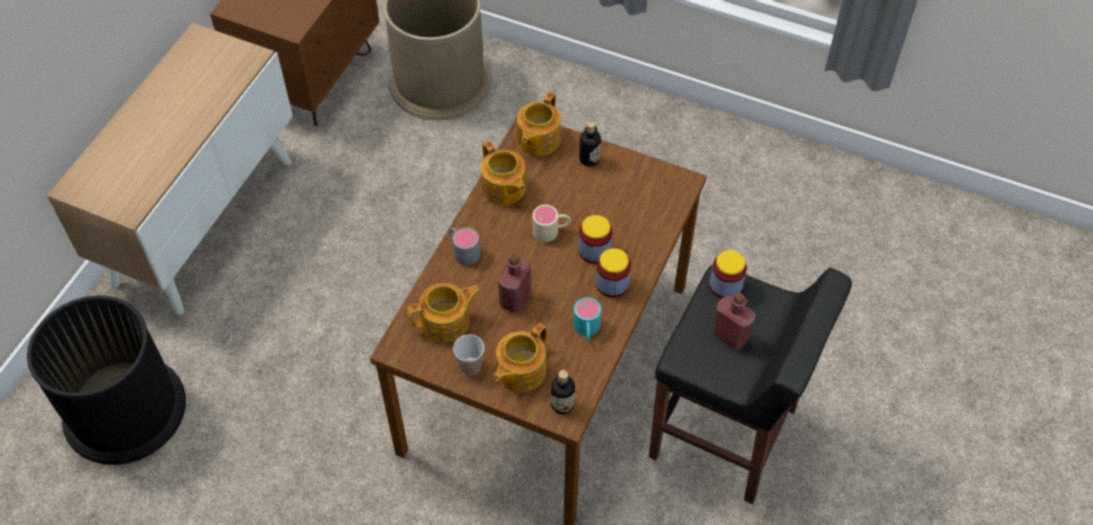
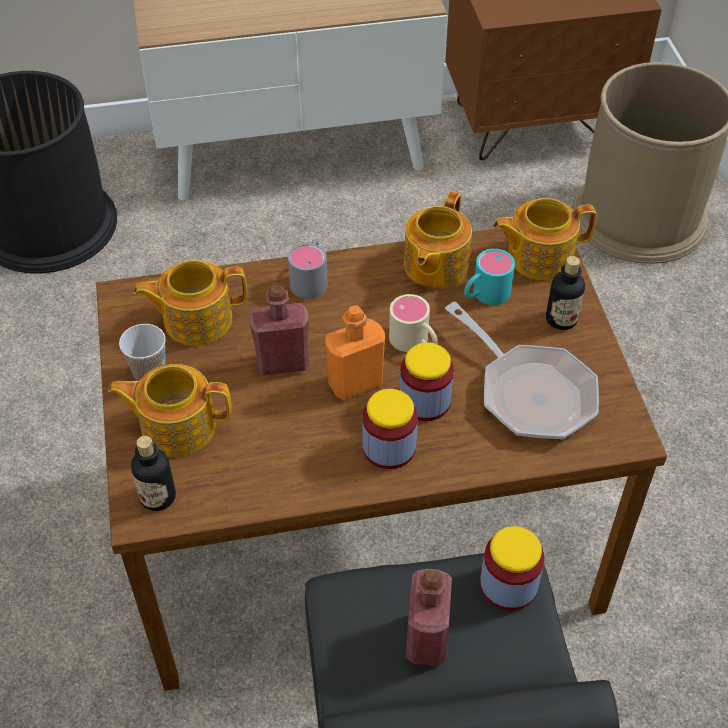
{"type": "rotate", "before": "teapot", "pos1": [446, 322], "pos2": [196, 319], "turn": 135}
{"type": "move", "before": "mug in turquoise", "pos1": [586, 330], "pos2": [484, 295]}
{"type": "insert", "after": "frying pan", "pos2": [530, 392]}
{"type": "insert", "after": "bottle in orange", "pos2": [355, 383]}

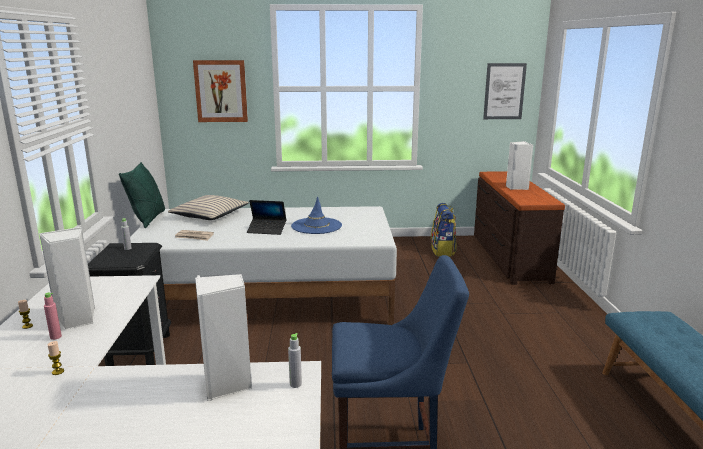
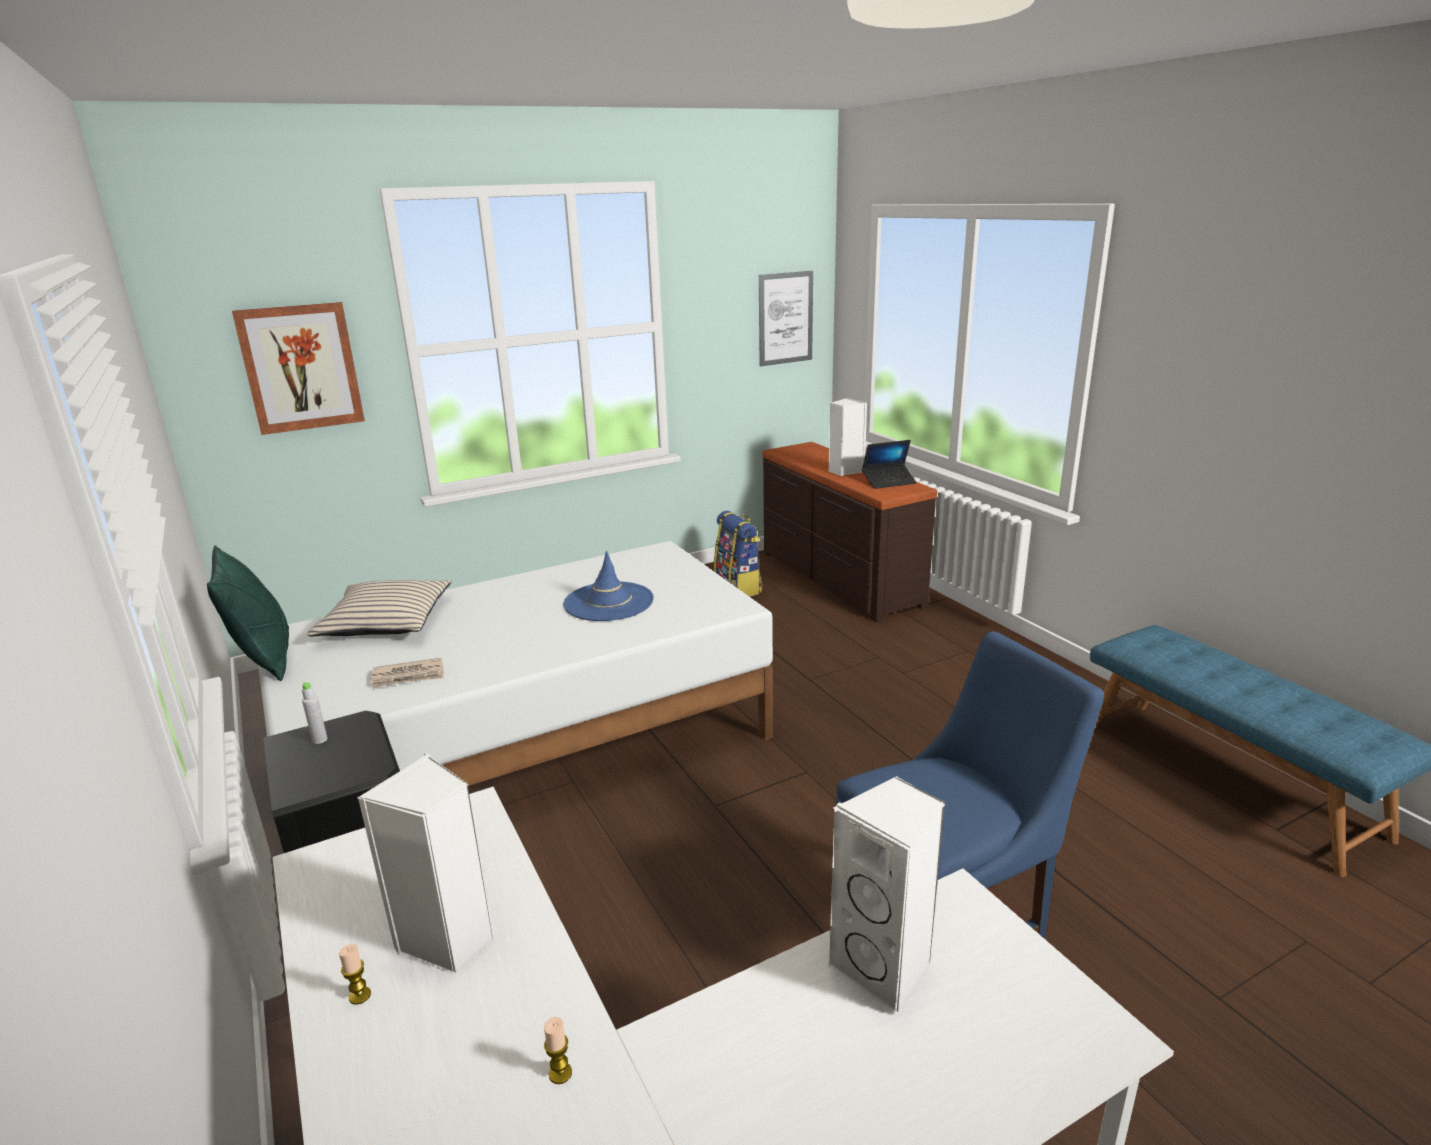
{"type": "move", "before": "laptop", "pos1": [267, 230], "pos2": [889, 482]}
{"type": "delete", "before": "bottle in pink", "pos1": [55, 337]}
{"type": "delete", "before": "bottle in grey", "pos1": [295, 384]}

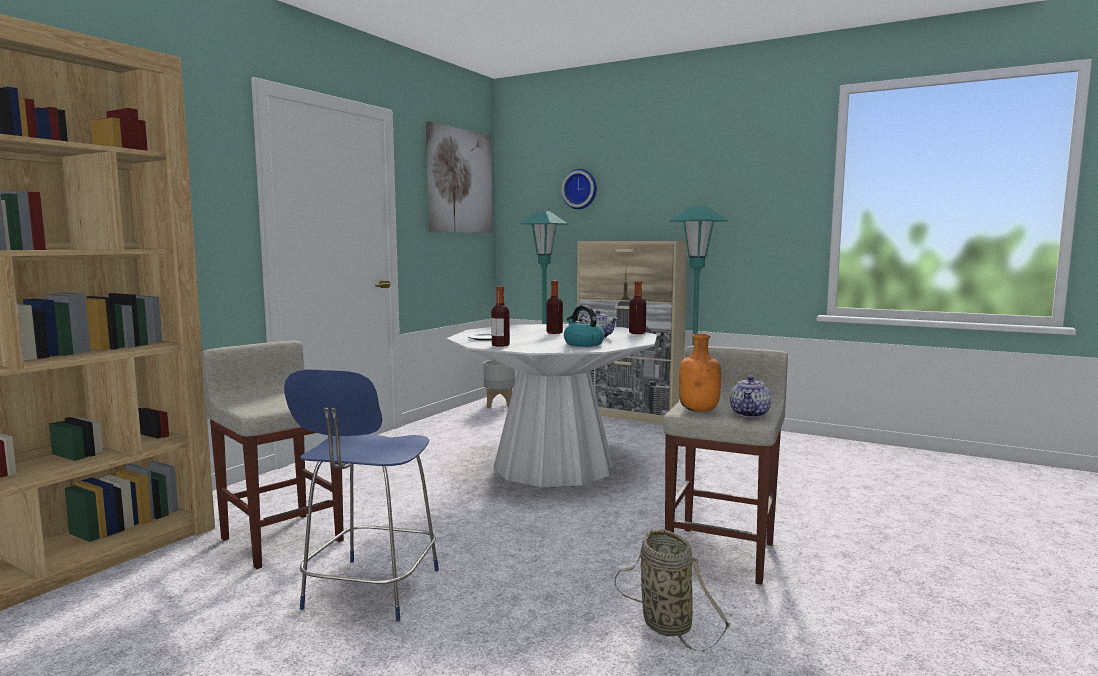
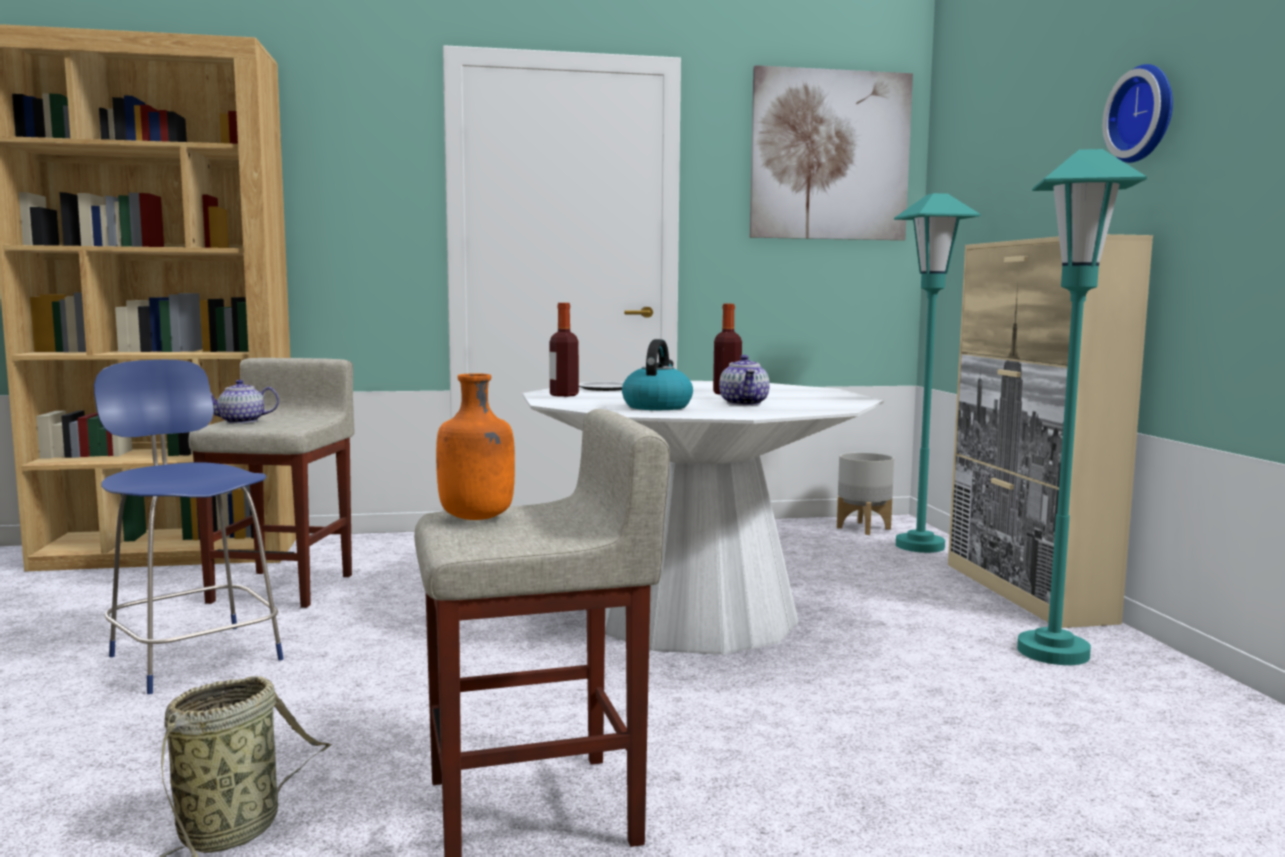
{"type": "move", "before": "wall clock", "pos1": [580, 189], "pos2": [1145, 114]}
{"type": "delete", "before": "bottle", "pos1": [637, 333]}
{"type": "rotate", "before": "chair in blue", "pos1": [370, 591], "pos2": [194, 656], "turn": 75}
{"type": "move", "before": "teapot", "pos1": [750, 414], "pos2": [241, 421]}

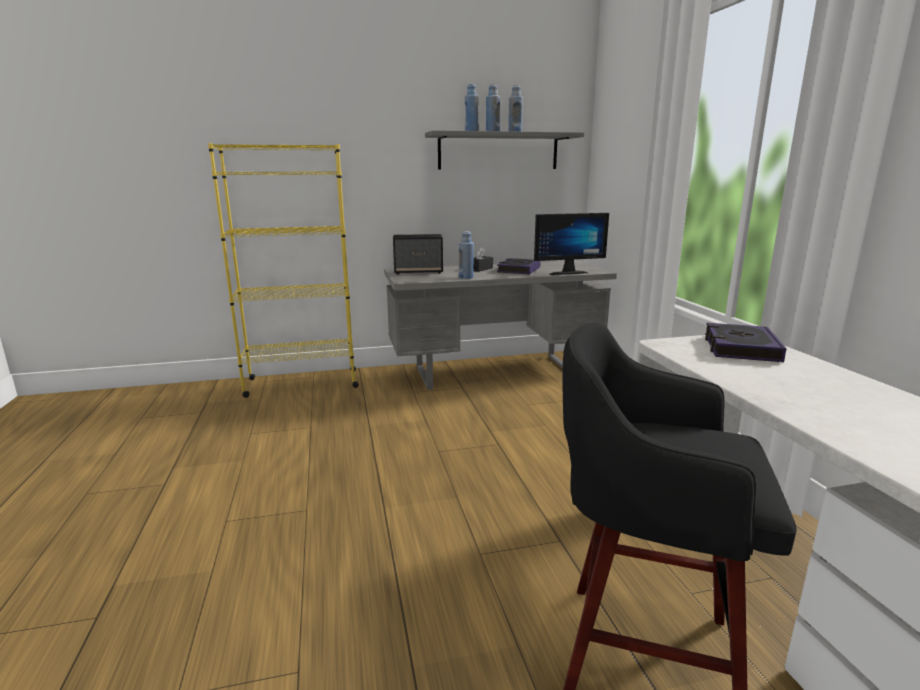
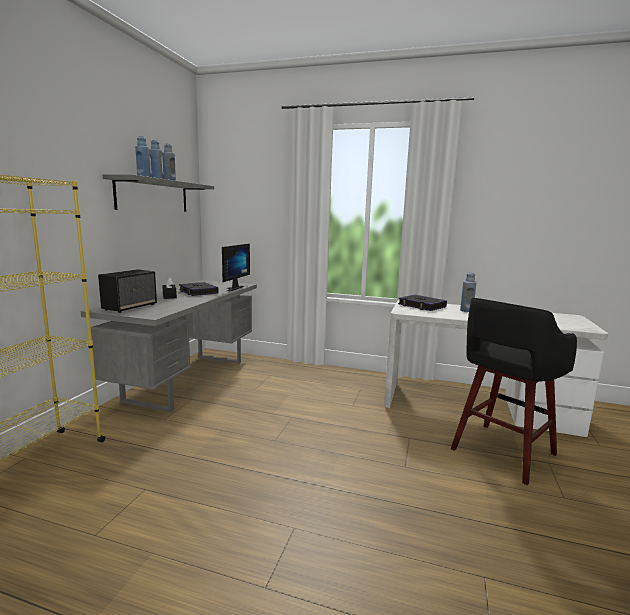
{"type": "move", "before": "bottle in blue", "pos1": [466, 277], "pos2": [466, 311]}

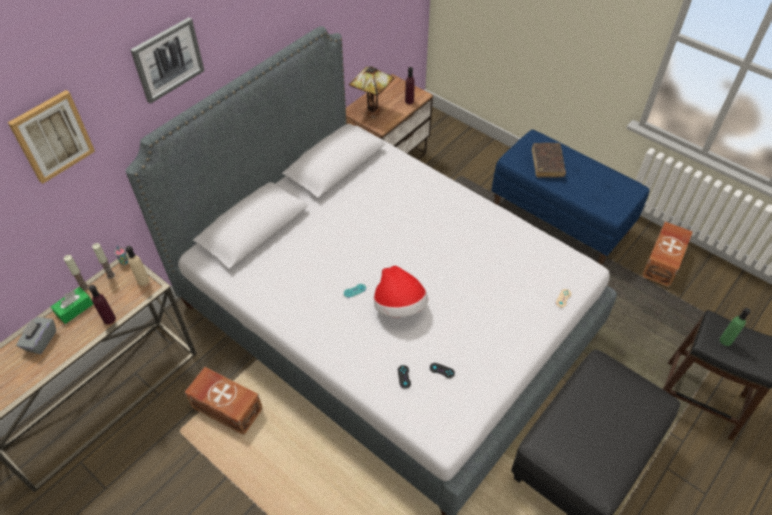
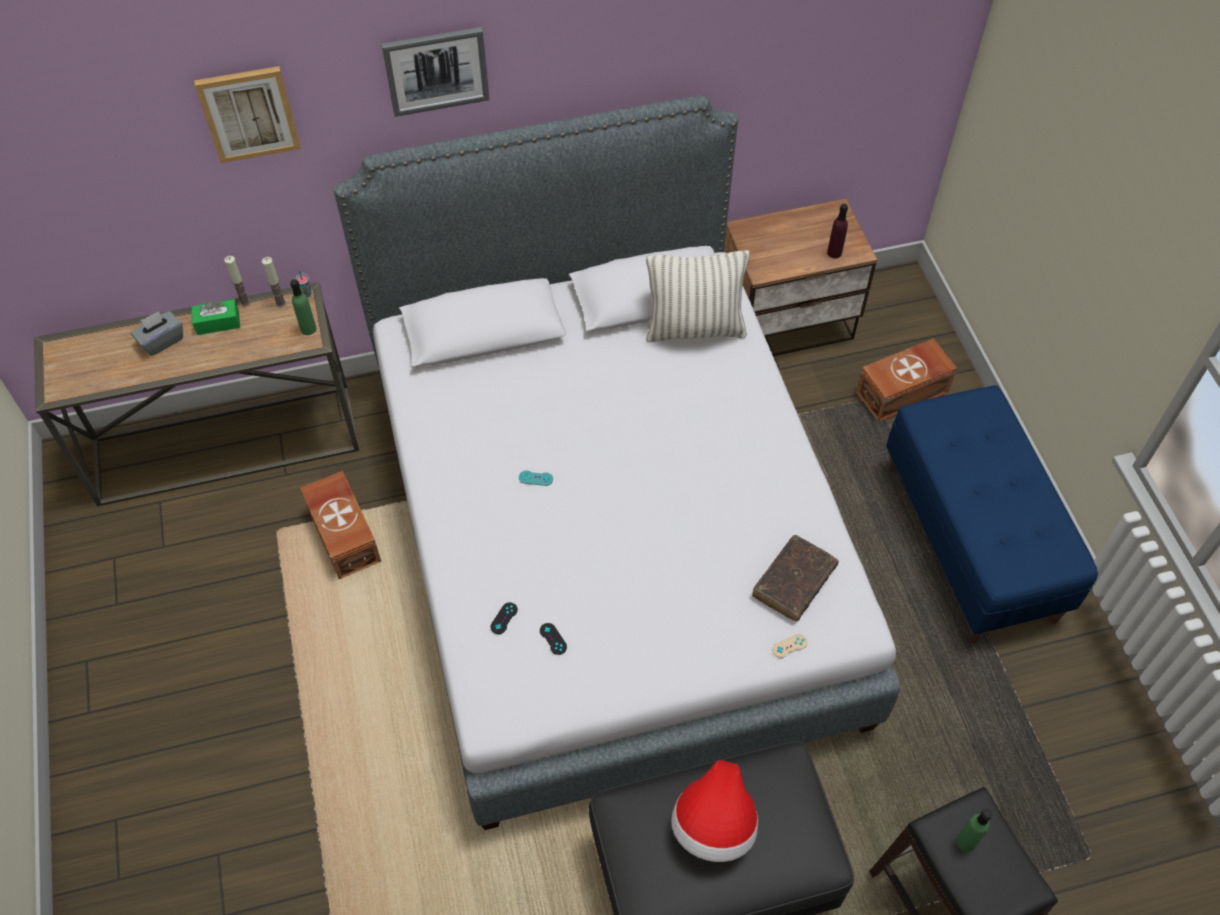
{"type": "delete", "before": "table lamp", "pos1": [371, 111]}
{"type": "move", "before": "book in brown", "pos1": [547, 164], "pos2": [794, 582]}
{"type": "move", "before": "storage box in brown", "pos1": [663, 262], "pos2": [903, 393]}
{"type": "recolor", "before": "bottle in beige", "after": "bottle in green", "pos1": [143, 281], "pos2": [308, 329]}
{"type": "move", "before": "hat", "pos1": [399, 306], "pos2": [714, 825]}
{"type": "delete", "before": "bottle in purple", "pos1": [109, 319]}
{"type": "insert", "after": "pillow", "pos2": [694, 328]}

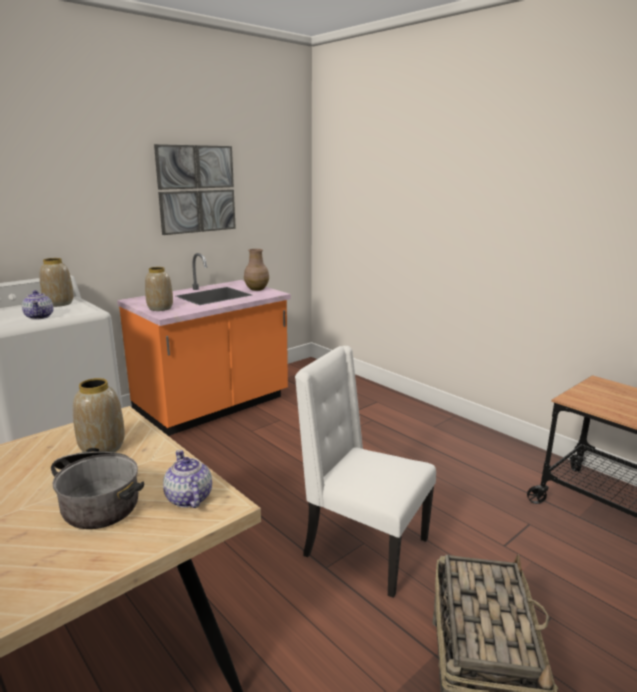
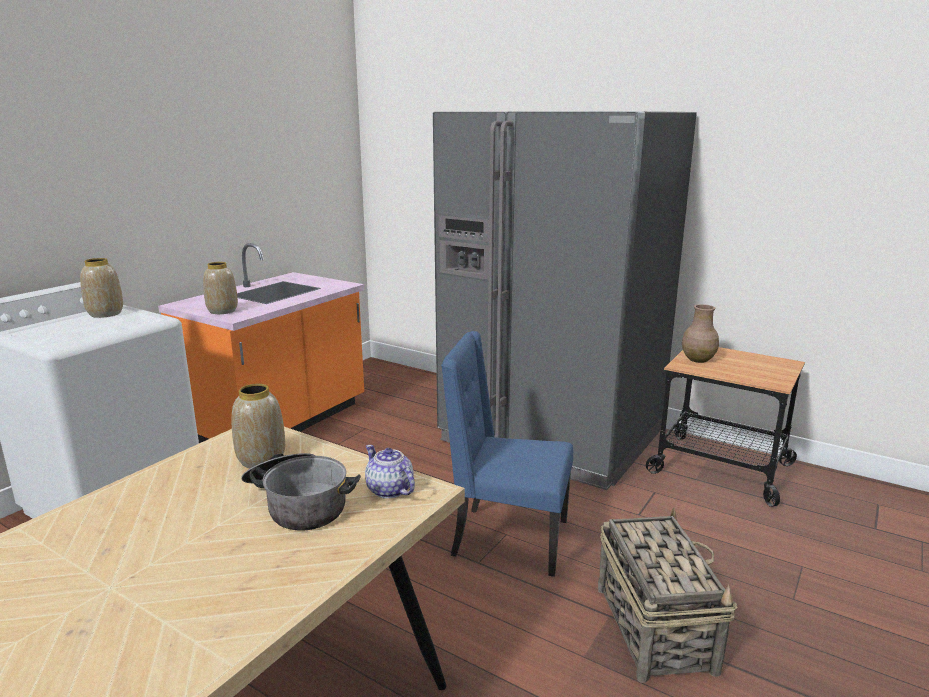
{"type": "delete", "before": "picture", "pos1": [196, 189]}
{"type": "move", "before": "vase in brown", "pos1": [256, 289], "pos2": [697, 359]}
{"type": "delete", "before": "teapot", "pos1": [39, 316]}
{"type": "recolor", "before": "chair in white", "after": "chair in blue", "pos1": [362, 548], "pos2": [507, 539]}
{"type": "insert", "after": "fridge in grey", "pos2": [552, 436]}

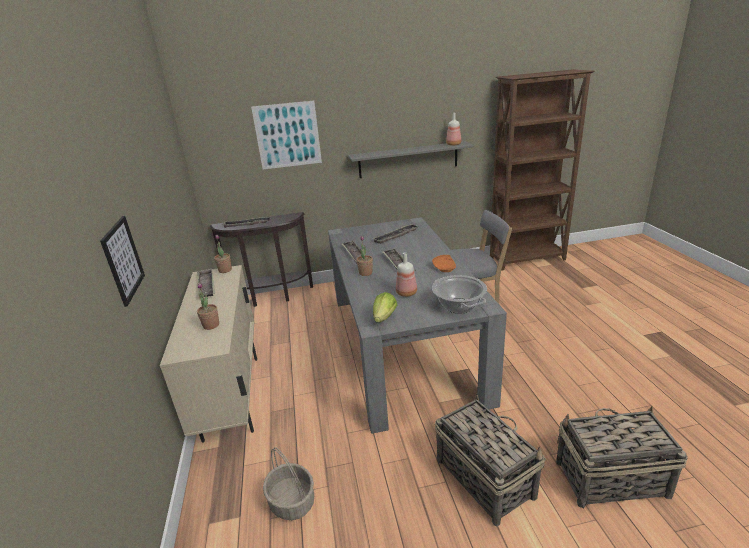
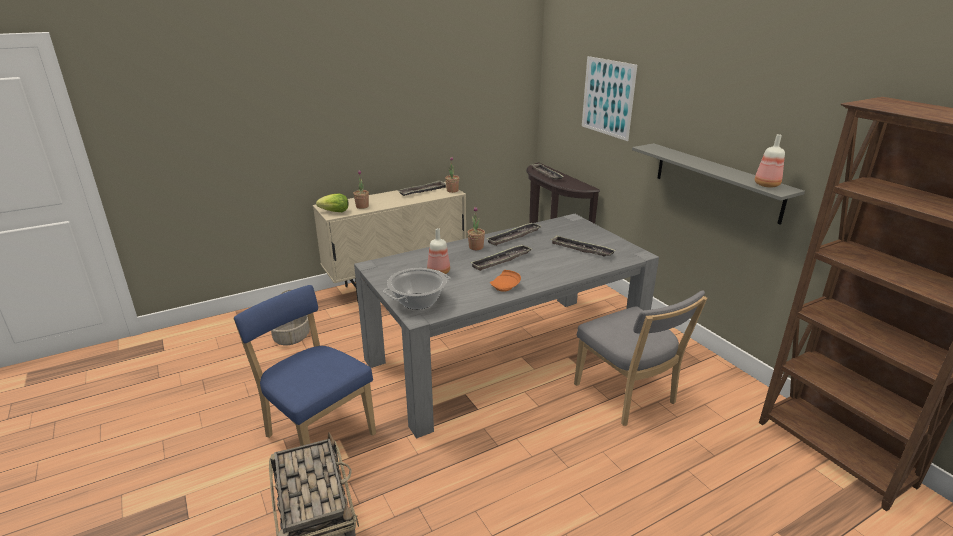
{"type": "delete", "before": "picture", "pos1": [123, 260]}
{"type": "move", "before": "lettuce", "pos1": [384, 317], "pos2": [335, 212]}
{"type": "replace", "before": "basket", "after": "chair in blue", "pos1": [483, 477], "pos2": [317, 433]}

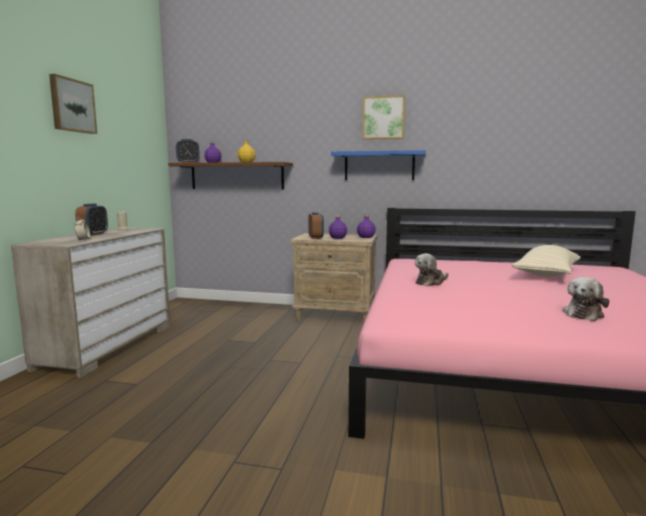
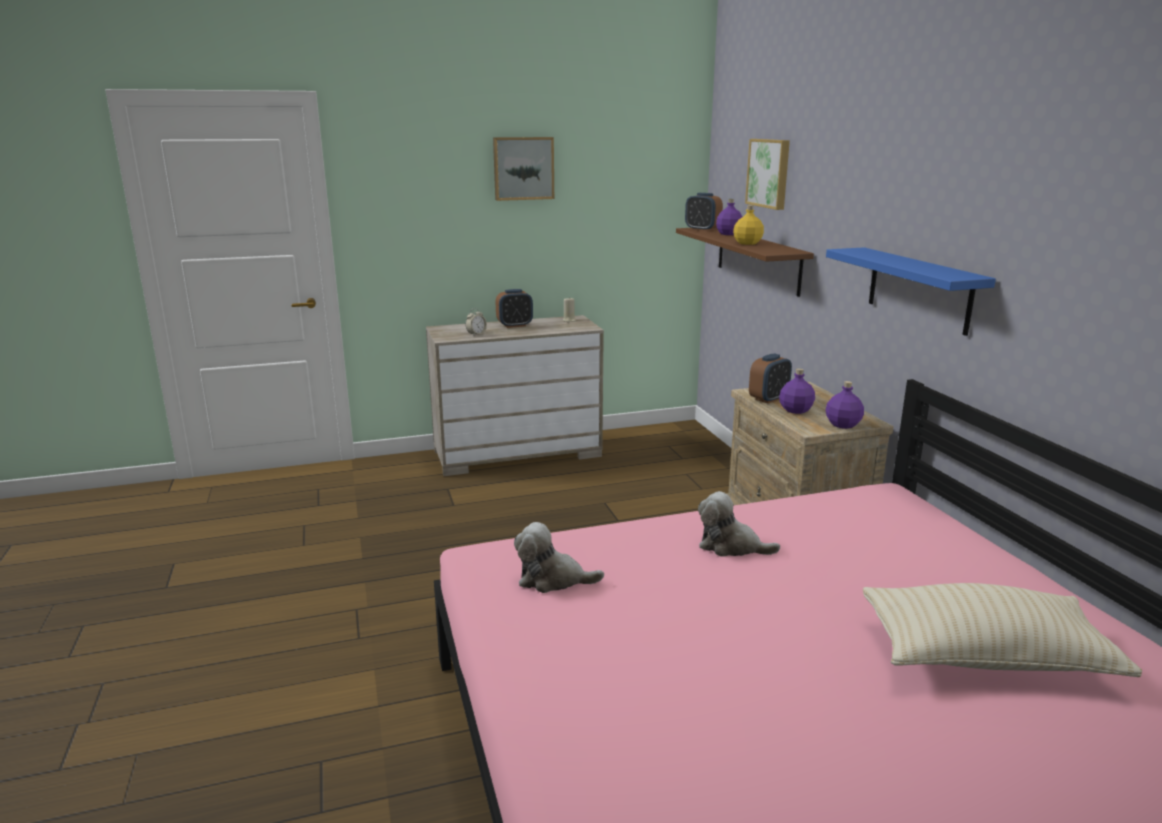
{"type": "move", "before": "picture", "pos1": [383, 118], "pos2": [769, 173]}
{"type": "move", "before": "plush toy", "pos1": [583, 314], "pos2": [552, 579]}

